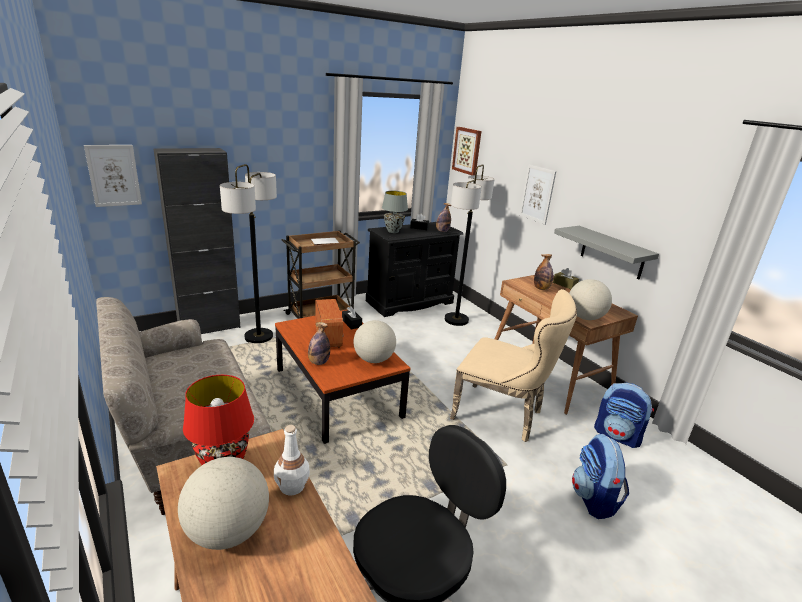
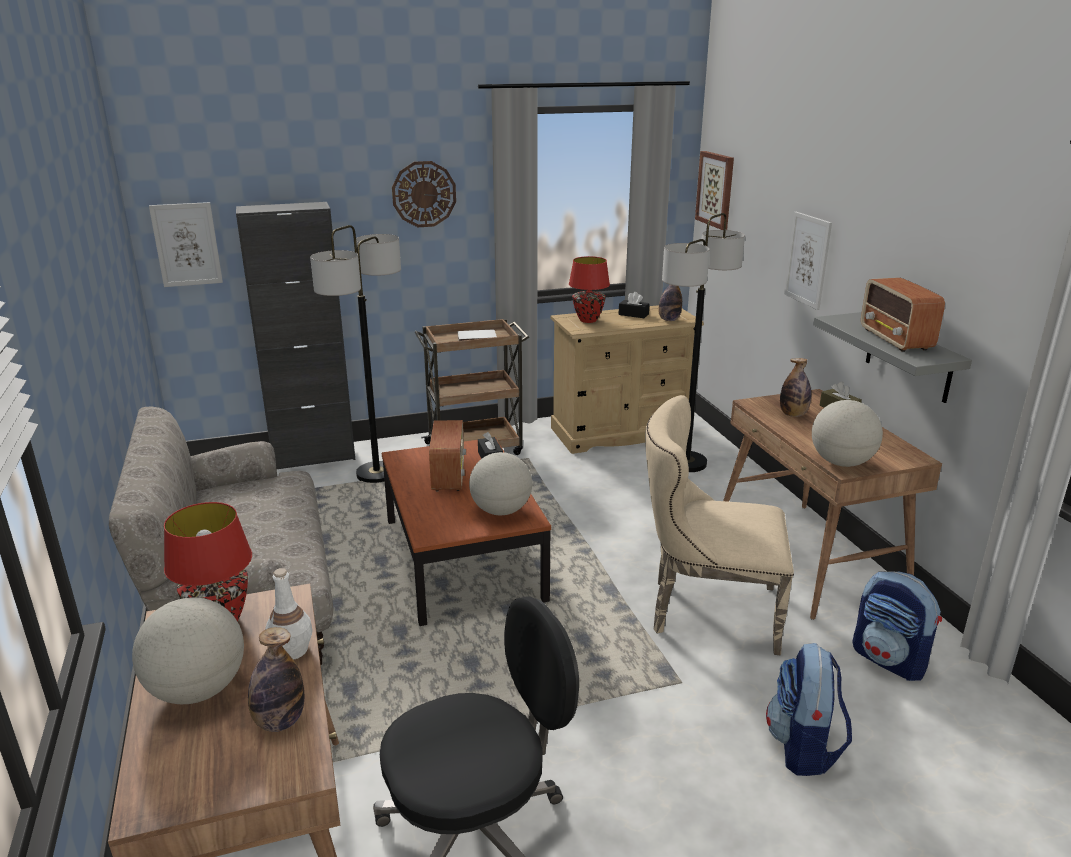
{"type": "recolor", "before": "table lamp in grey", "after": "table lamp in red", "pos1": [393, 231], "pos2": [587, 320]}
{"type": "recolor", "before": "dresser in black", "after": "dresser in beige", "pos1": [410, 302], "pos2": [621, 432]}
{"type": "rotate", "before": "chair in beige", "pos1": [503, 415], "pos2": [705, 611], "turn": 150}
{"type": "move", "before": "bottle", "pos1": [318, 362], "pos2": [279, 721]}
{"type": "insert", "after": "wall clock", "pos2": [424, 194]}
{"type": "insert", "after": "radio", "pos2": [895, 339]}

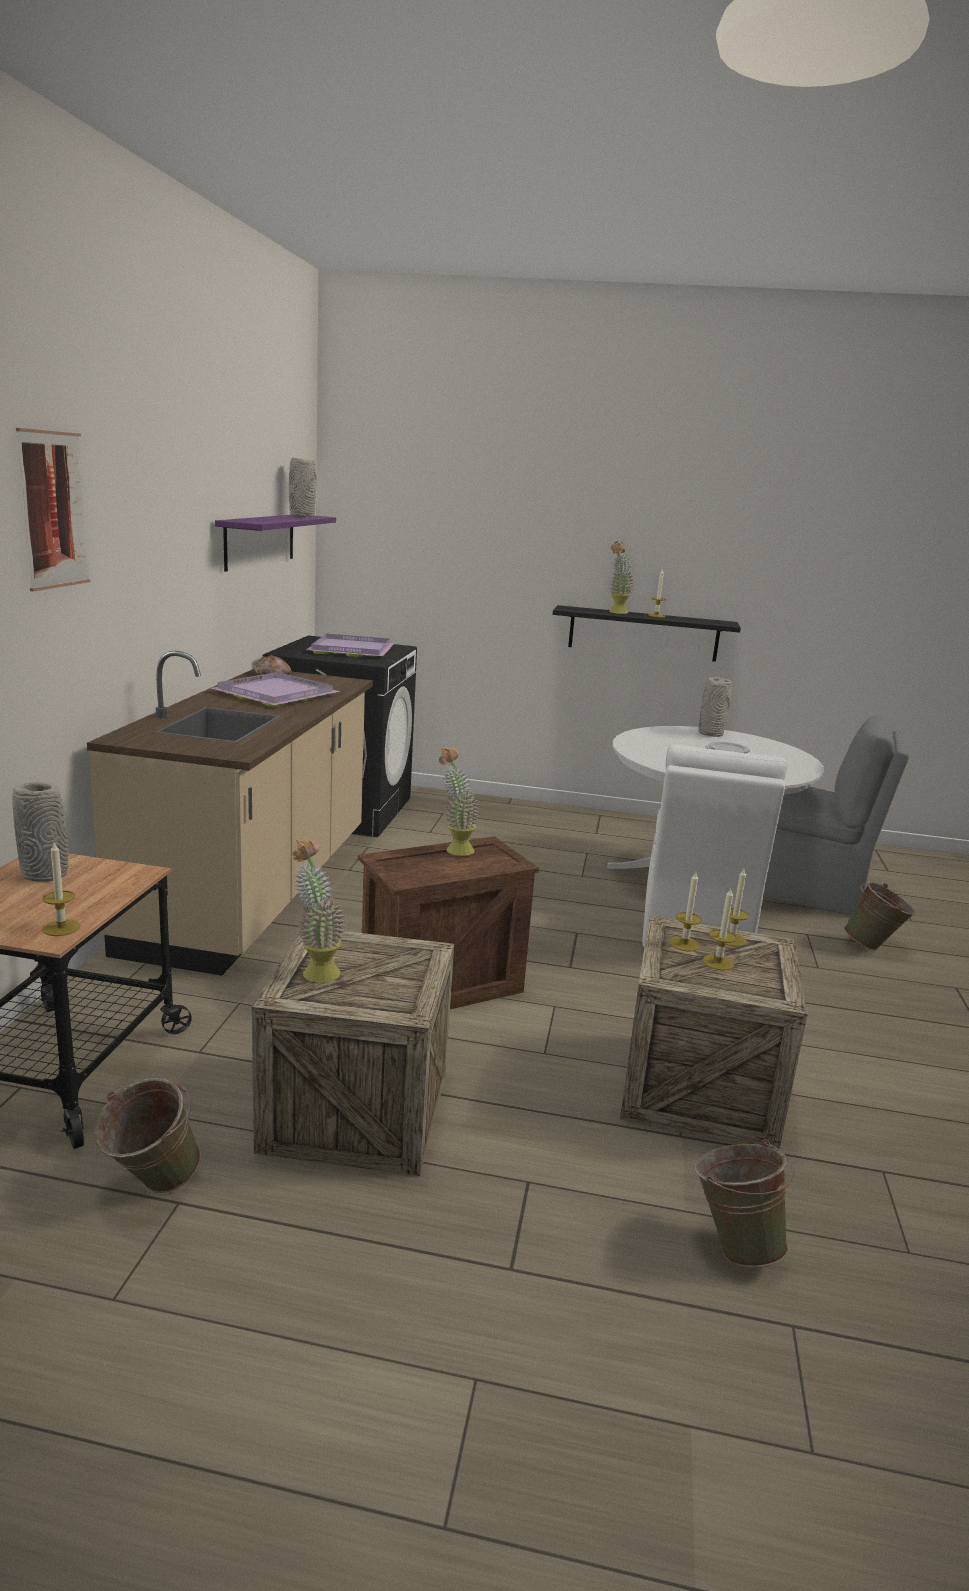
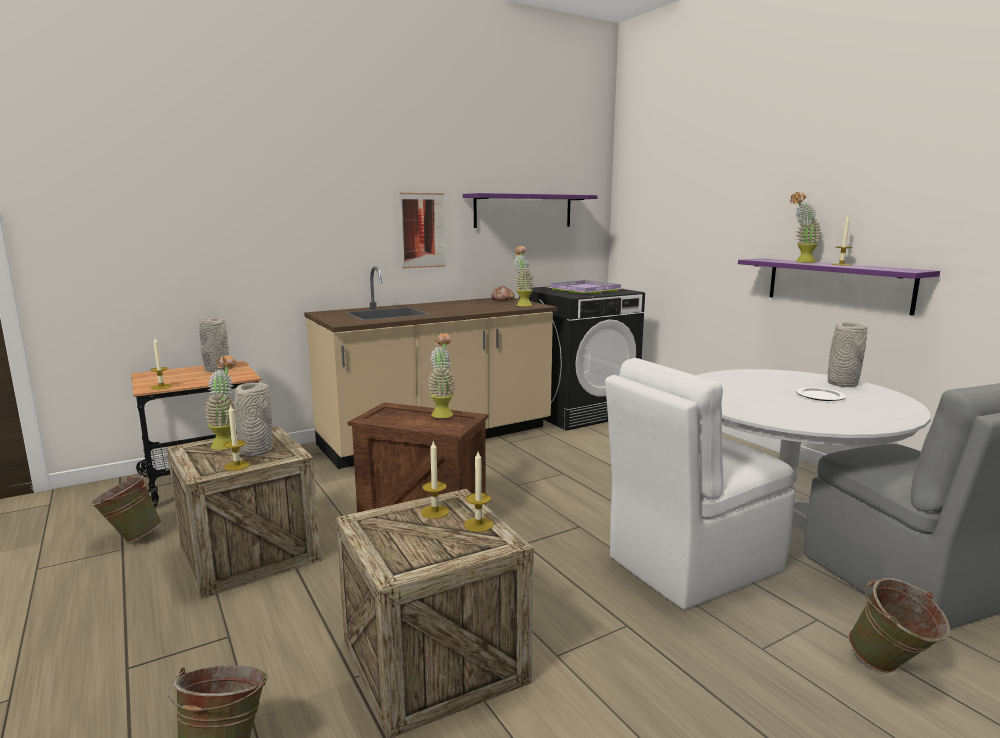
{"type": "move", "before": "picture", "pos1": [54, 510], "pos2": [423, 230]}
{"type": "move", "before": "vase in grey", "pos1": [302, 516], "pos2": [255, 451]}
{"type": "recolor", "before": "shelf in black", "after": "shelf in purple", "pos1": [643, 633], "pos2": [837, 284]}
{"type": "delete", "before": "tray in purple", "pos1": [275, 693]}
{"type": "move", "before": "candle", "pos1": [718, 962], "pos2": [237, 466]}
{"type": "insert", "after": "potted plant", "pos2": [522, 304]}

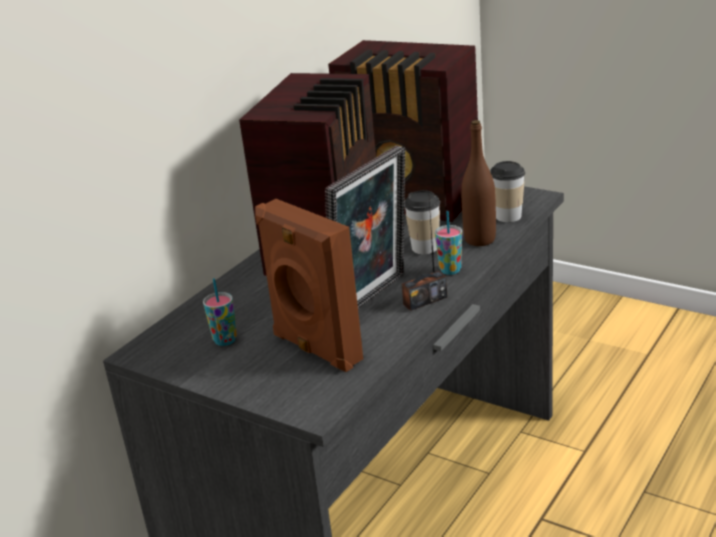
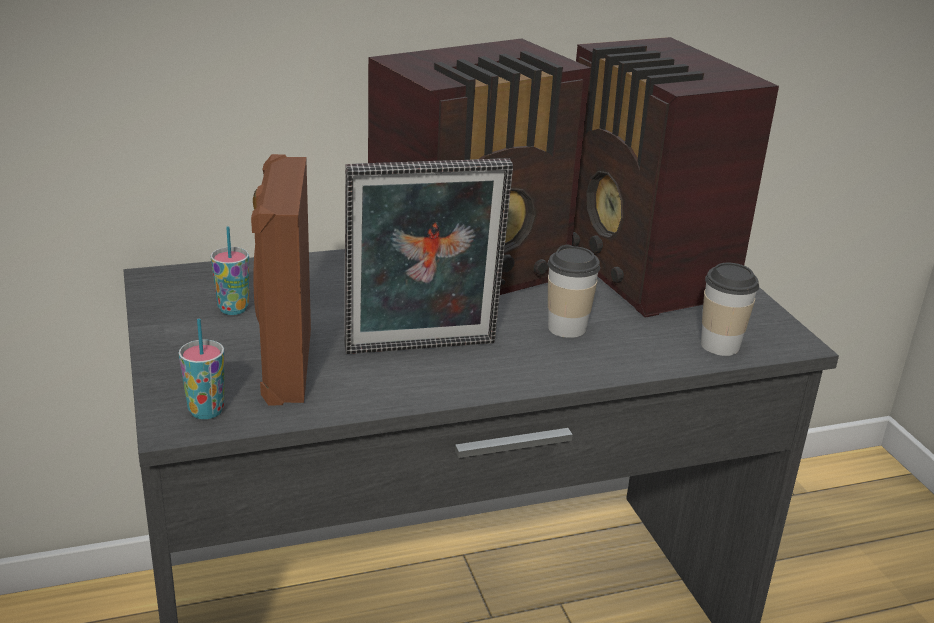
{"type": "delete", "before": "bottle in brown", "pos1": [479, 239]}
{"type": "delete", "before": "radio", "pos1": [425, 300]}
{"type": "move", "before": "cup", "pos1": [450, 270], "pos2": [206, 411]}

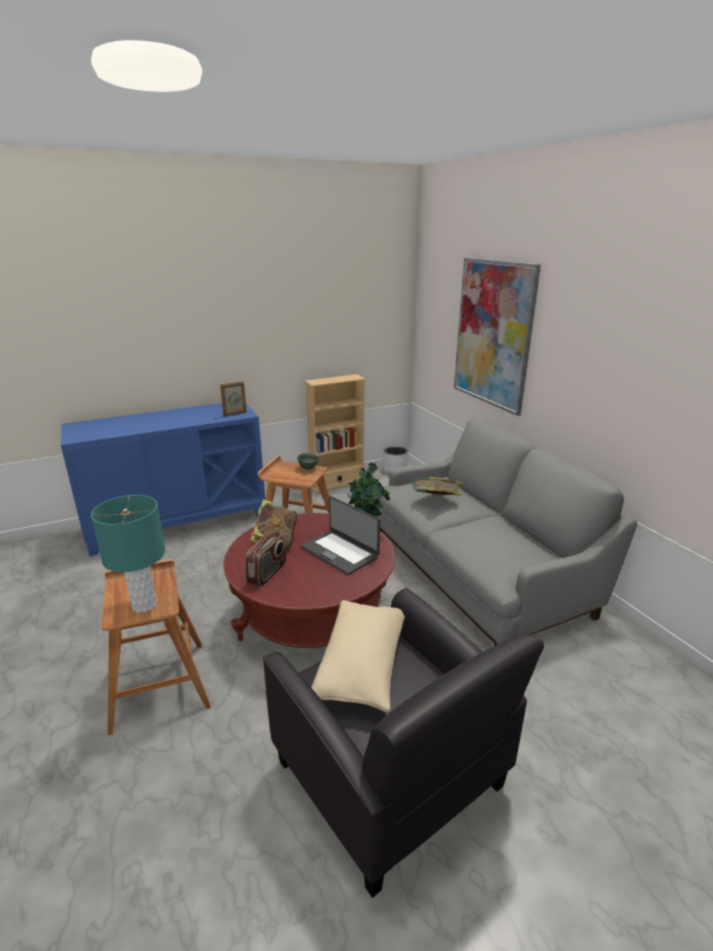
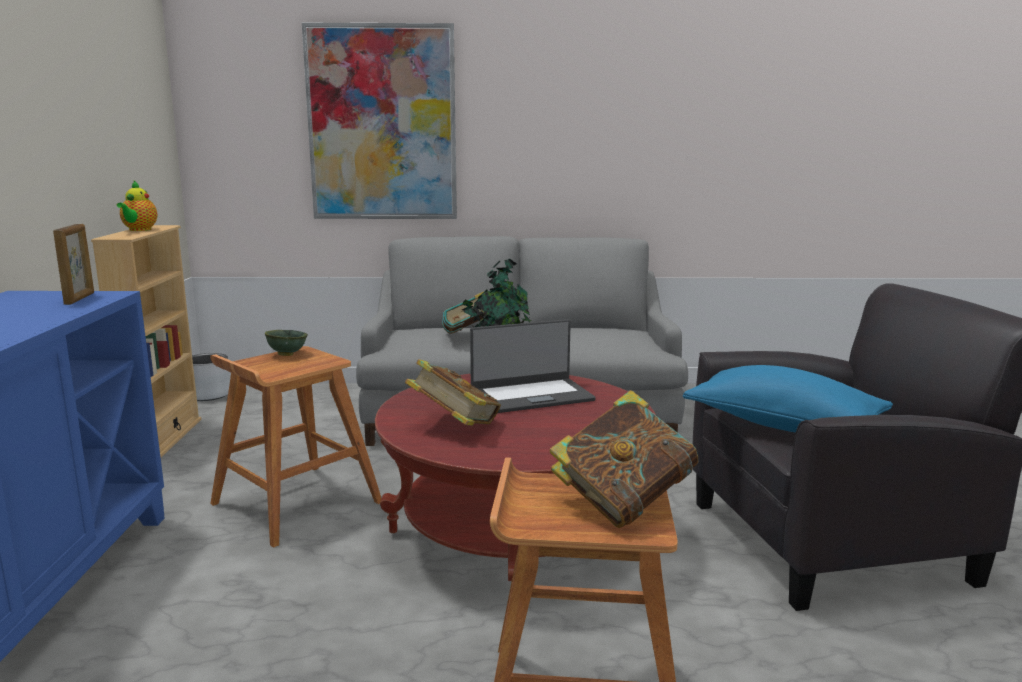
{"type": "replace", "before": "table lamp in turquoise", "after": "book", "pos1": [144, 605], "pos2": [622, 503]}
{"type": "delete", "before": "radio", "pos1": [267, 573]}
{"type": "recolor", "before": "pillow in beige", "after": "pillow in blue", "pos1": [362, 665], "pos2": [783, 425]}
{"type": "insert", "after": "teapot", "pos2": [139, 230]}

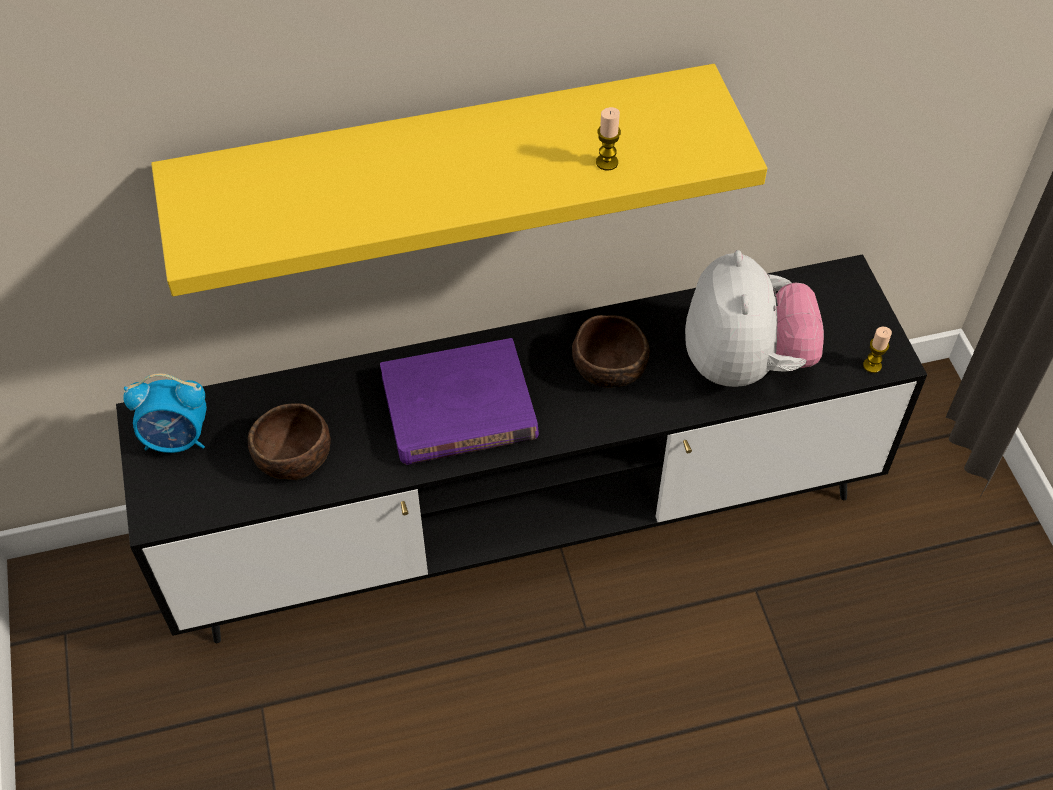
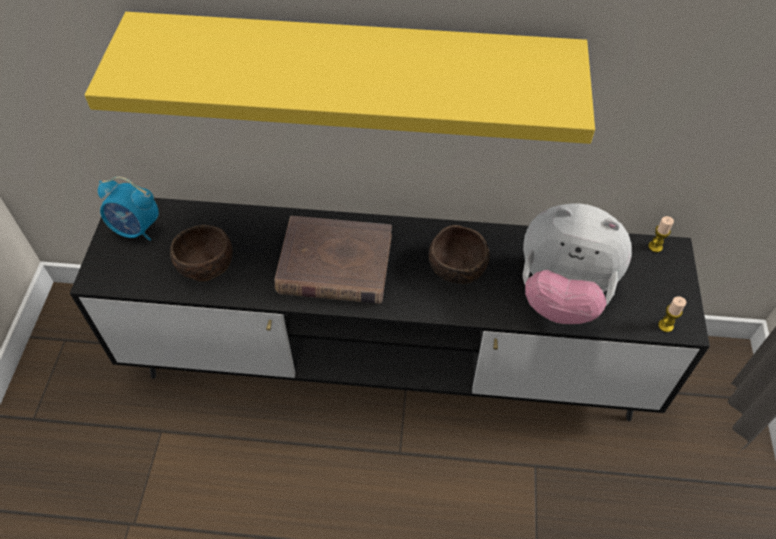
{"type": "move", "before": "candle", "pos1": [607, 162], "pos2": [655, 246]}
{"type": "rotate", "before": "plush toy", "pos1": [744, 363], "pos2": [562, 294], "turn": 90}
{"type": "recolor", "before": "book in purple", "after": "book in brown", "pos1": [459, 408], "pos2": [335, 264]}

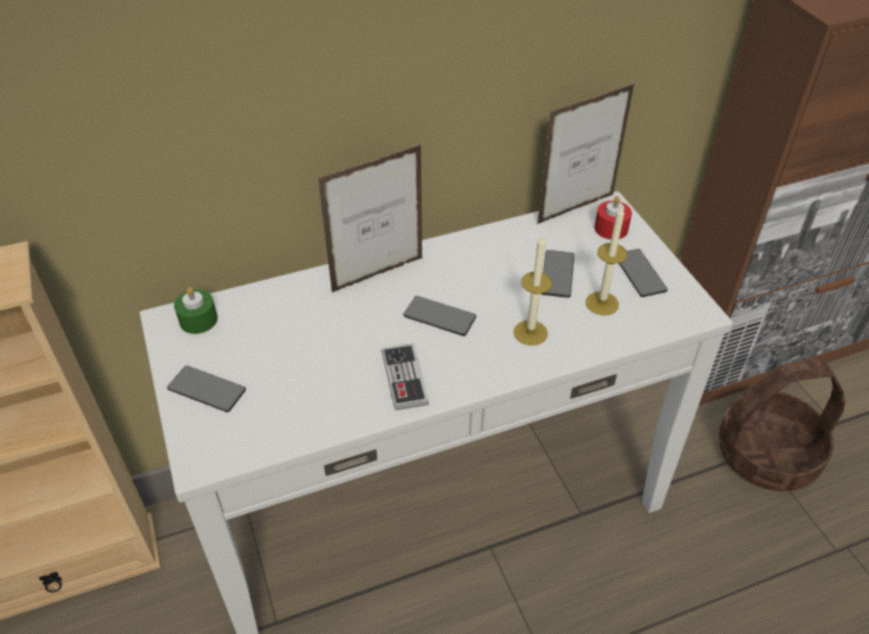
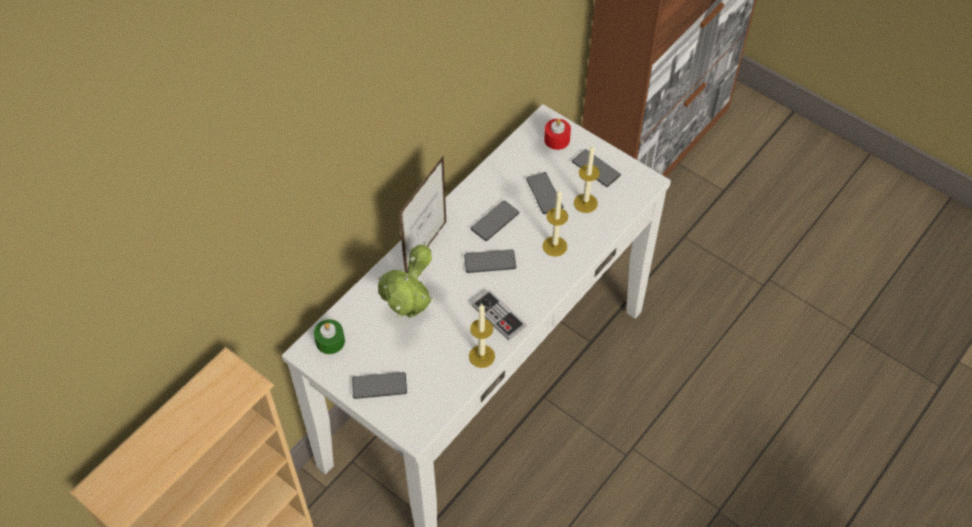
{"type": "delete", "before": "picture frame", "pos1": [576, 209]}
{"type": "delete", "before": "basket", "pos1": [766, 455]}
{"type": "insert", "after": "phone", "pos2": [495, 221]}
{"type": "insert", "after": "potted plant", "pos2": [410, 317]}
{"type": "insert", "after": "candle", "pos2": [481, 356]}

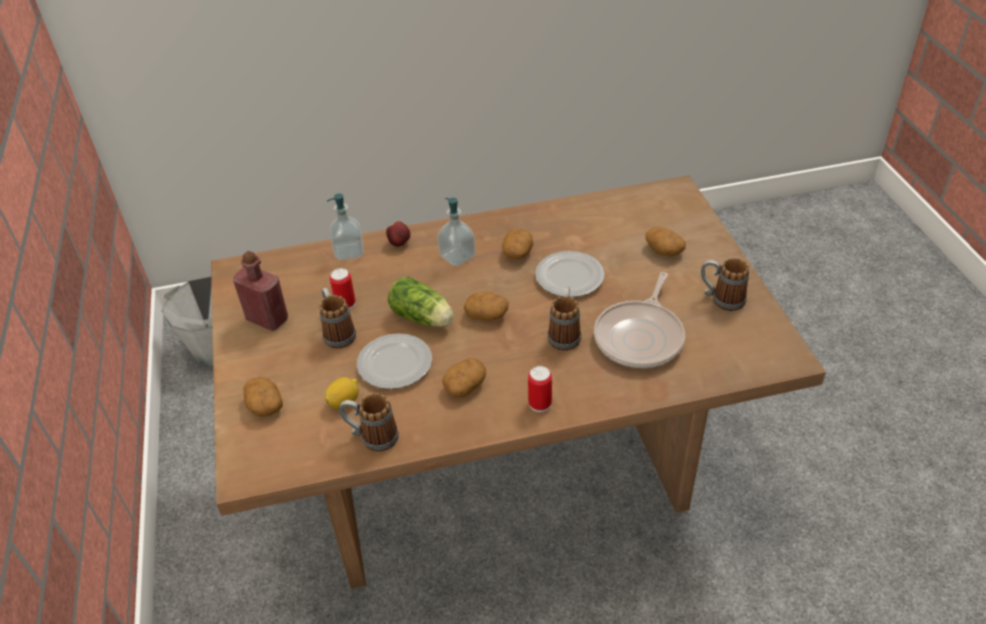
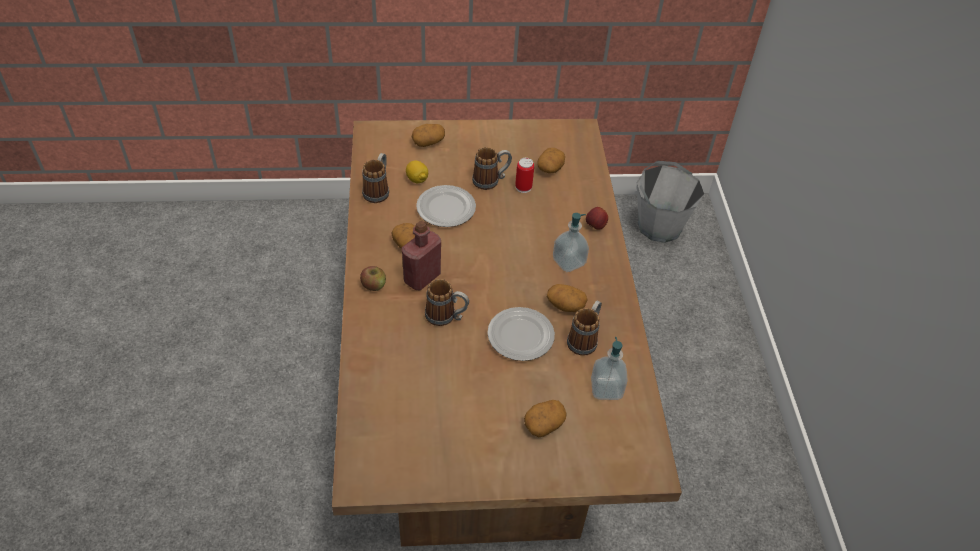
{"type": "move", "before": "soap dispenser", "pos1": [349, 252], "pos2": [606, 389]}
{"type": "move", "before": "bottle in red", "pos1": [267, 319], "pos2": [422, 278]}
{"type": "move", "before": "mug", "pos1": [721, 299], "pos2": [585, 339]}
{"type": "delete", "before": "frying pan", "pos1": [640, 337]}
{"type": "delete", "before": "lettuce", "pos1": [424, 318]}
{"type": "move", "before": "potato", "pos1": [487, 314], "pos2": [550, 168]}
{"type": "replace", "before": "can", "after": "apple", "pos1": [540, 403], "pos2": [373, 285]}

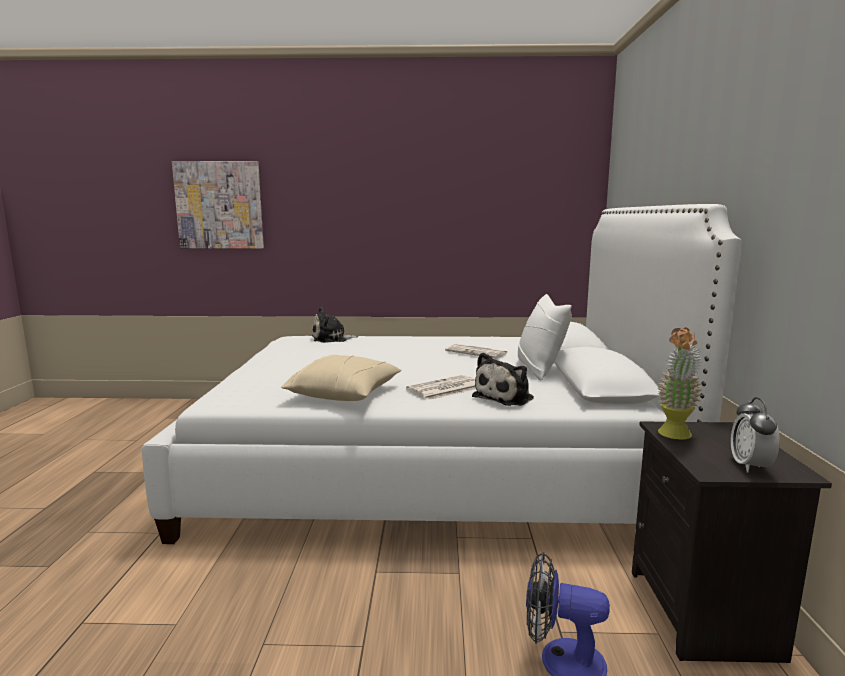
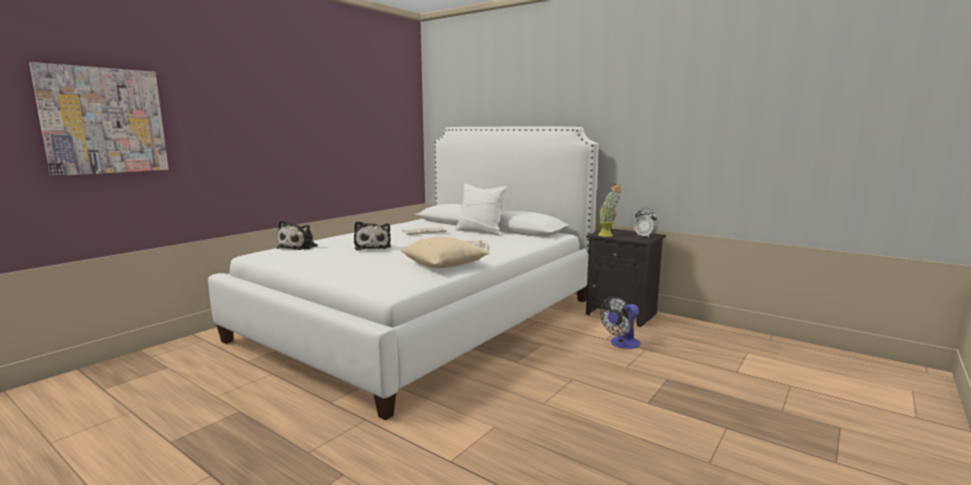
{"type": "move", "before": "plush toy", "pos1": [506, 397], "pos2": [372, 247]}

